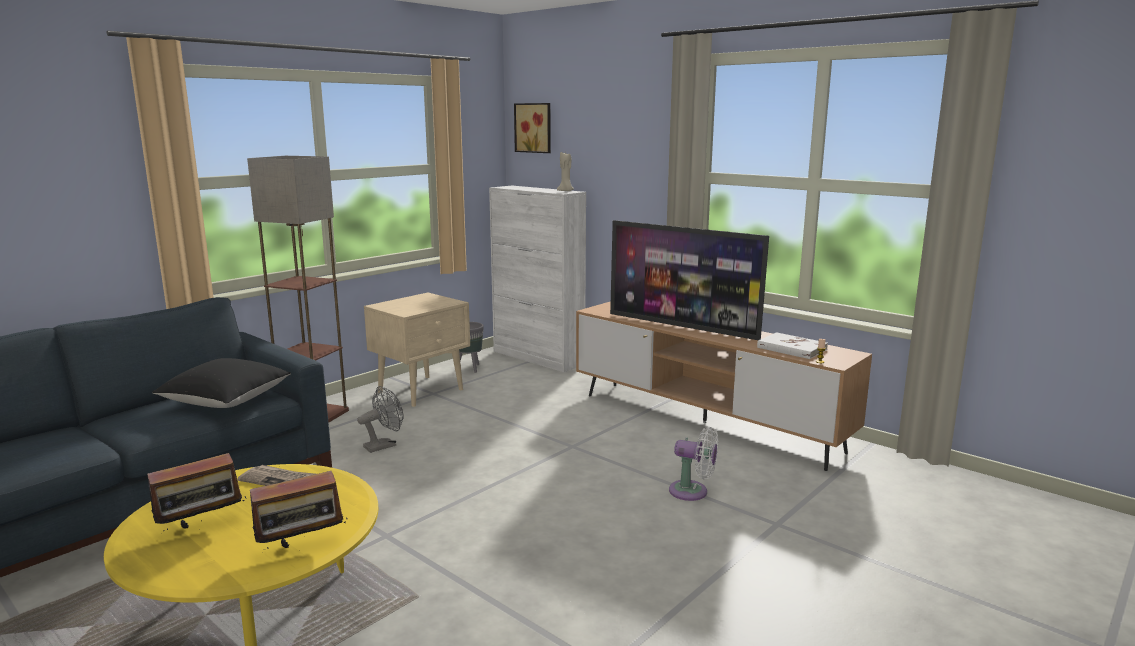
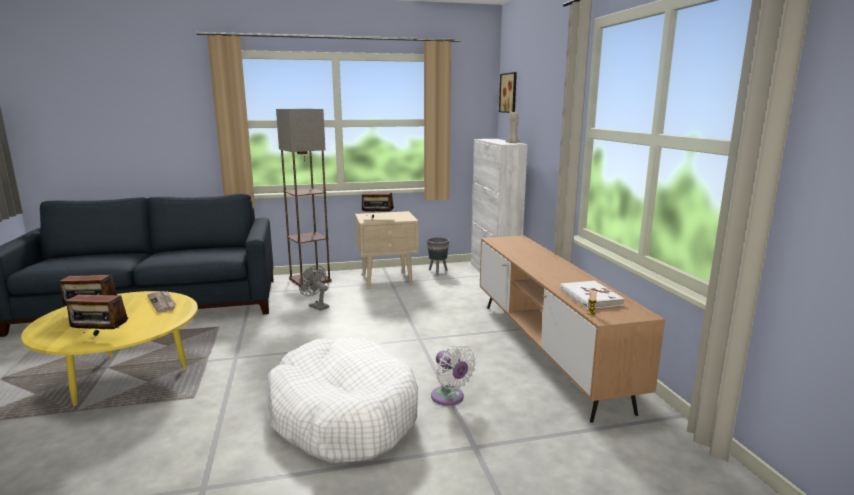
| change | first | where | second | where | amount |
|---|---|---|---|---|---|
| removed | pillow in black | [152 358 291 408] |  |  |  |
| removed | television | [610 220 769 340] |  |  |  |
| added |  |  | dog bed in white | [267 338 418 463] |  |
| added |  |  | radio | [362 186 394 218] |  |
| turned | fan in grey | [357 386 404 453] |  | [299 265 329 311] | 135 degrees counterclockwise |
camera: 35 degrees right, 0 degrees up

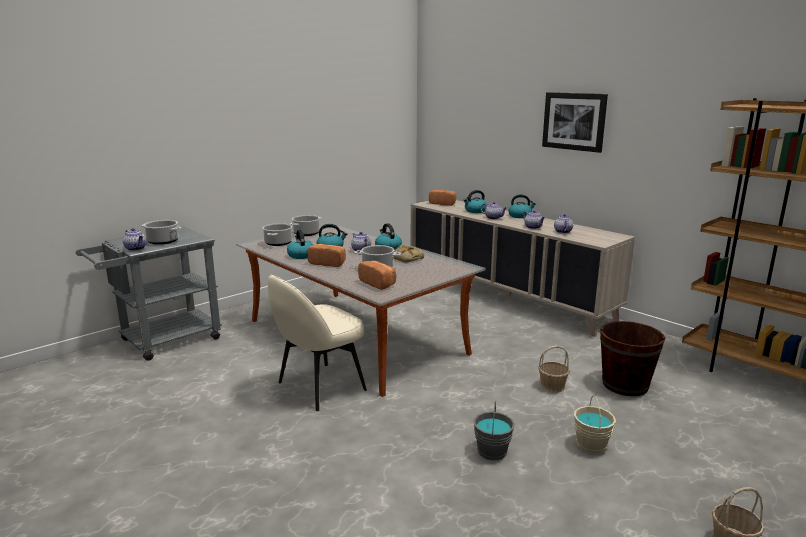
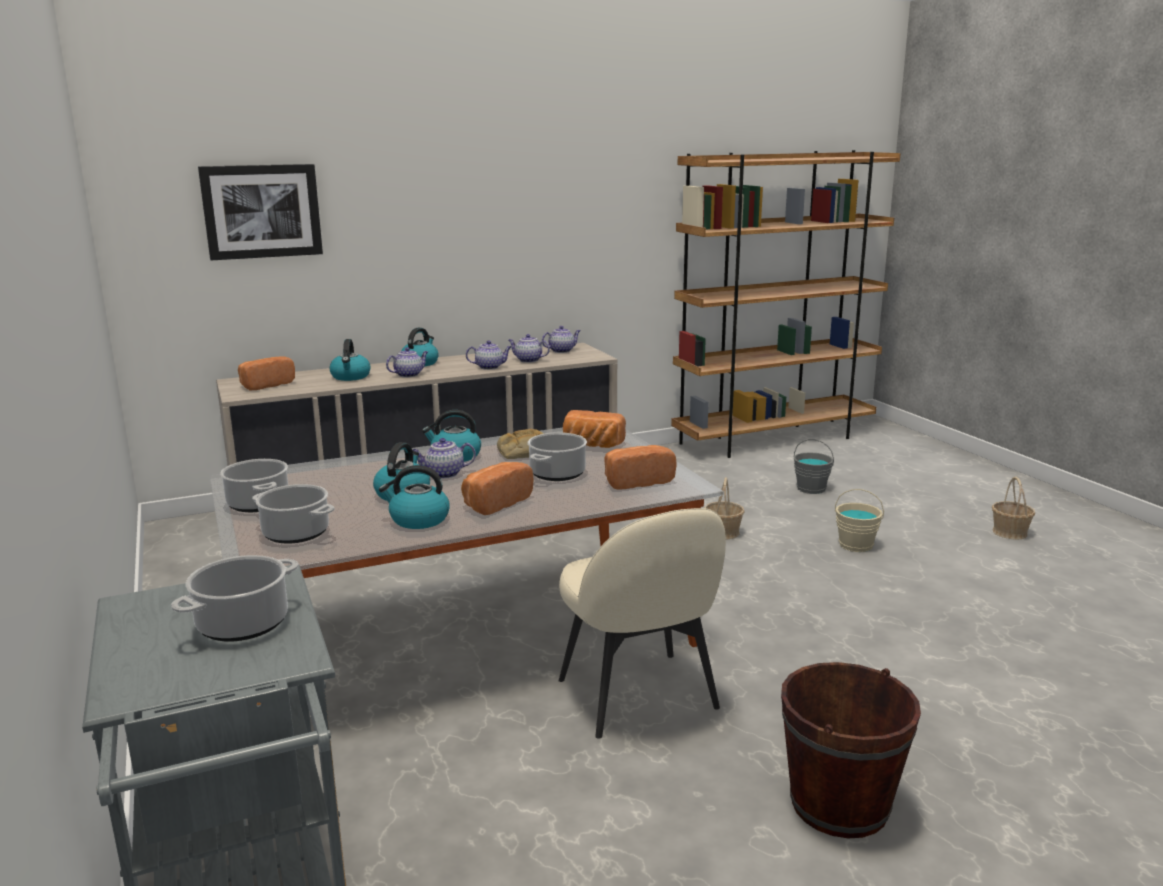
| change | first | where | second | where | amount |
|---|---|---|---|---|---|
| added |  |  | bread | [563 410 626 448] |  |
| moved | teapot | [123 228 147 251] |  | [542 326 580 353] |  |
| moved | bucket in grey | [474 401 515 460] |  | [794 439 834 494] |  |
| moved | picture | [542 92 608 153] |  | [198 164 323 260] |  |
| moved | bucket in brown | [600 321 665 396] |  | [781 662 921 838] |  |
camera: 70 degrees left, 0 degrees up

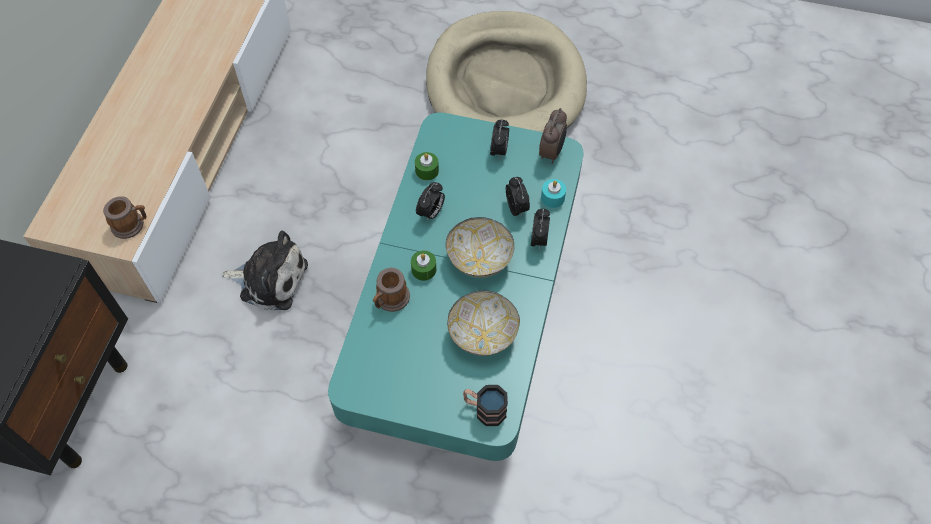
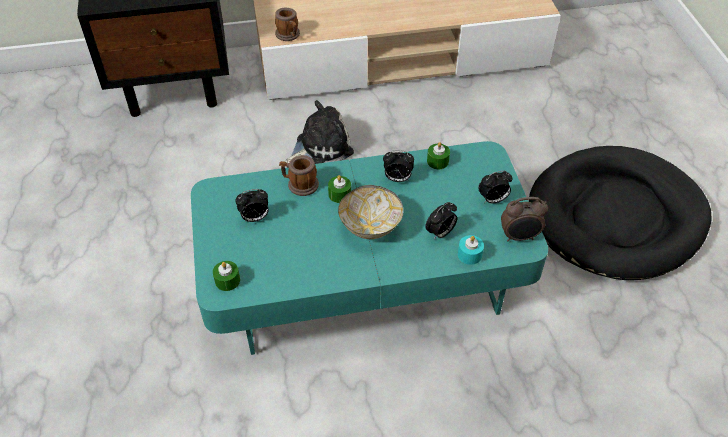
| change | first | where | second | where | amount |
|---|---|---|---|---|---|
| removed | bowl | [447 291 520 356] |  |  |  |
| moved | alarm clock | [531 209 550 250] |  | [235 189 268 222] |  |
| replaced | mug | [463 385 508 426] | candle in green | [213 261 240 291] |  |
| recoloured | dog bed in beige | [426 11 587 132] | dog bed in black | [529 146 712 280] |  |
| turned | plush toy | [221 230 308 310] |  | [285 100 354 164] | 105 degrees counterclockwise |
camera: 65 degrees right, 10 degrees down

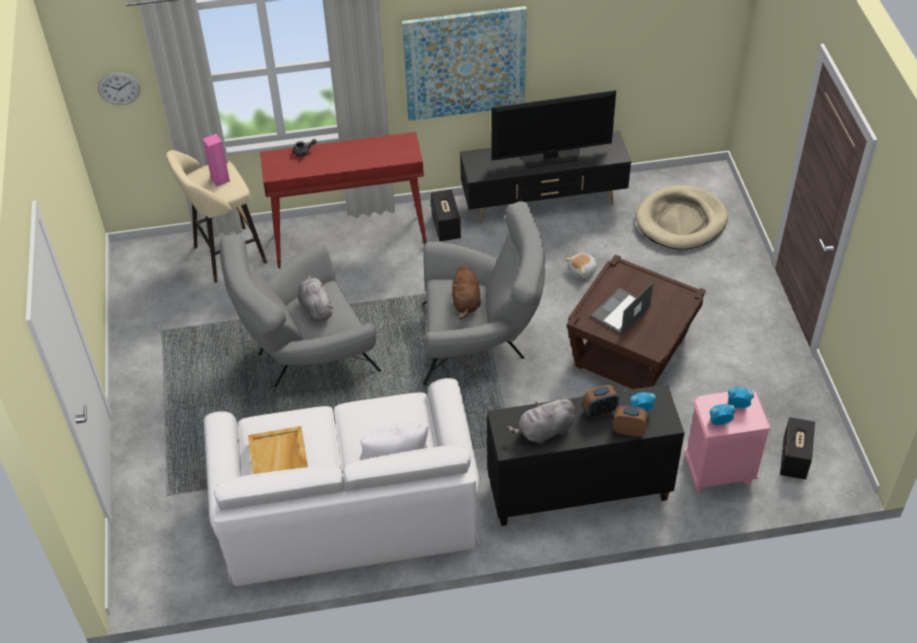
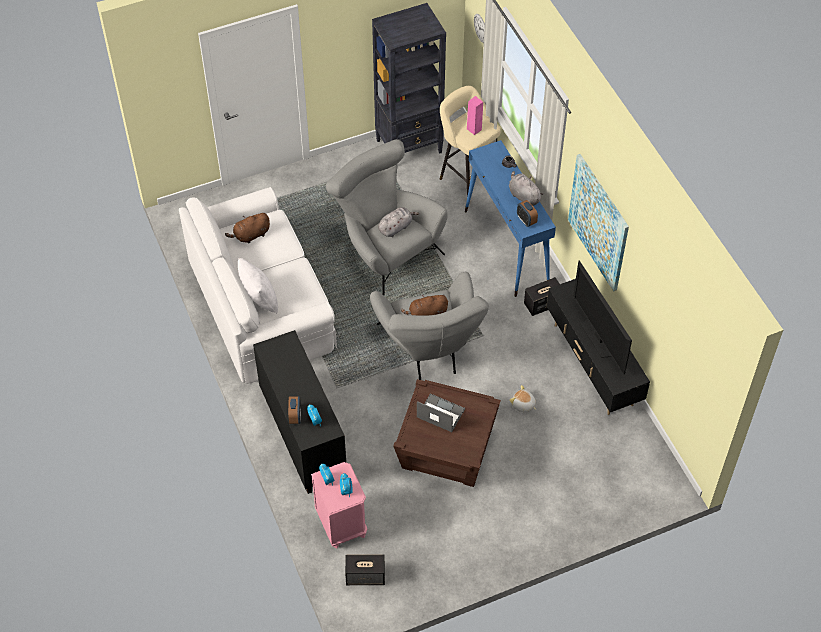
| change | first | where | second | where | amount |
|---|---|---|---|---|---|
| removed | dog bed in beige | [636 185 728 249] |  |  |  |
| added |  |  | bookcase in black | [372 3 446 154] |  |
| moved | plush toy in grey | [506 398 575 444] |  | [509 171 544 206] |  |
| moved | alarm clock | [583 385 619 419] |  | [517 200 538 227] |  |
| replaced | tray in beige | [248 426 308 474] | plush toy in brown | [225 212 270 244] |  |
| recoloured | console table in red | [260 132 427 269] | console table in blue | [465 140 556 297] |  |
camera: 75 degrees right, 5 degrees up

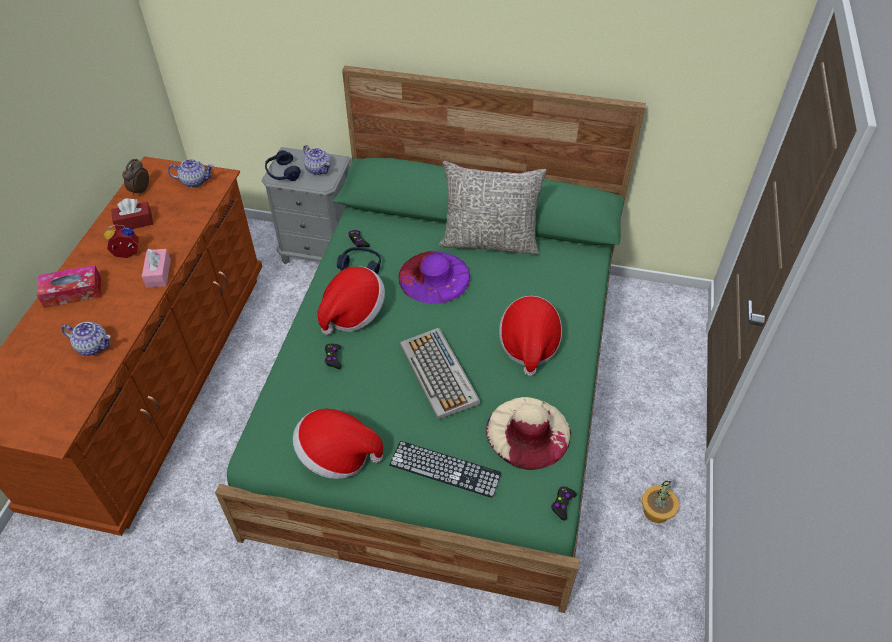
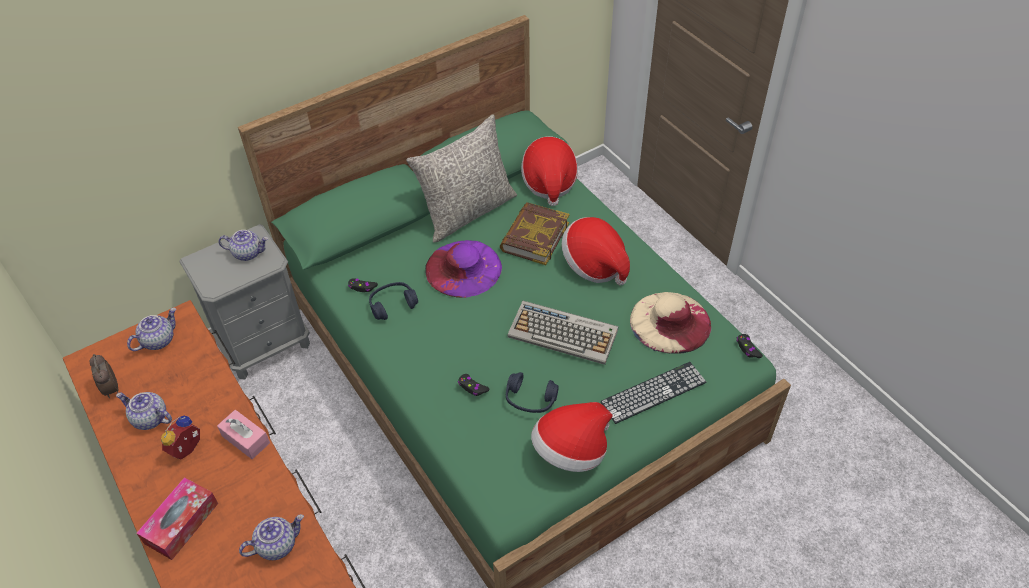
| change | first | where | second | where | amount |
|---|---|---|---|---|---|
| removed | potted plant | [642 480 679 523] |  |  |  |
| added |  |  | book | [499 202 569 265] |  |
| moved | headphones in blue | [265 150 300 181] |  | [506 372 559 413] |  |
| moved | hat | [317 267 385 335] |  | [521 136 578 206] |  |
| replaced | tissue box in red | [111 198 153 230] | teapot | [116 392 172 430] |  |
camera: 45 degrees left, 0 degrees up

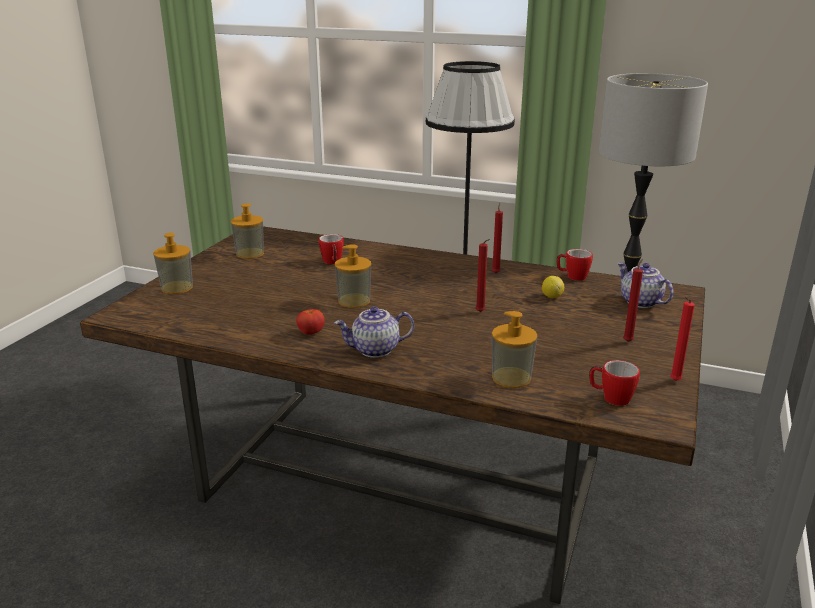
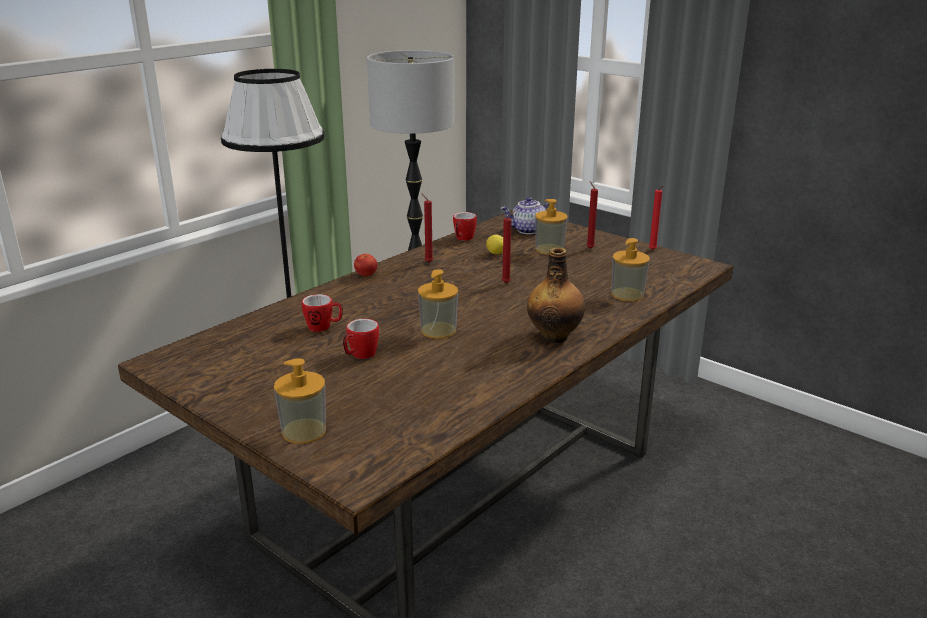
| change | first | where | second | where | amount |
|---|---|---|---|---|---|
| moved | soap dispenser | [231 203 264 259] |  | [535 199 568 255] |  |
| moved | tomato | [296 309 325 335] |  | [354 254 377 276] |  |
| moved | mug | [589 360 640 406] |  | [343 319 379 359] |  |
| replaced | teapot | [334 306 414 358] | bottle | [527 247 585 343] |  |
camera: 70 degrees left, 0 degrees up

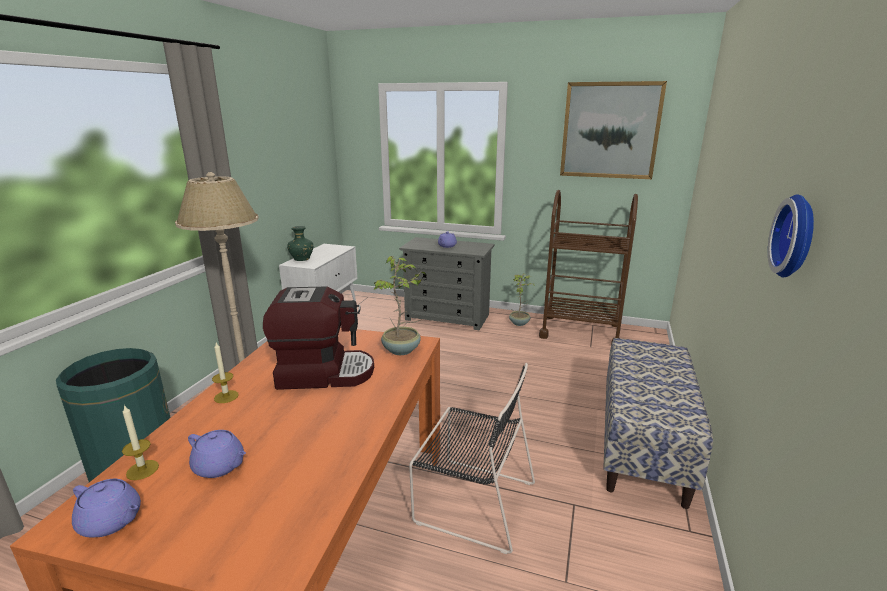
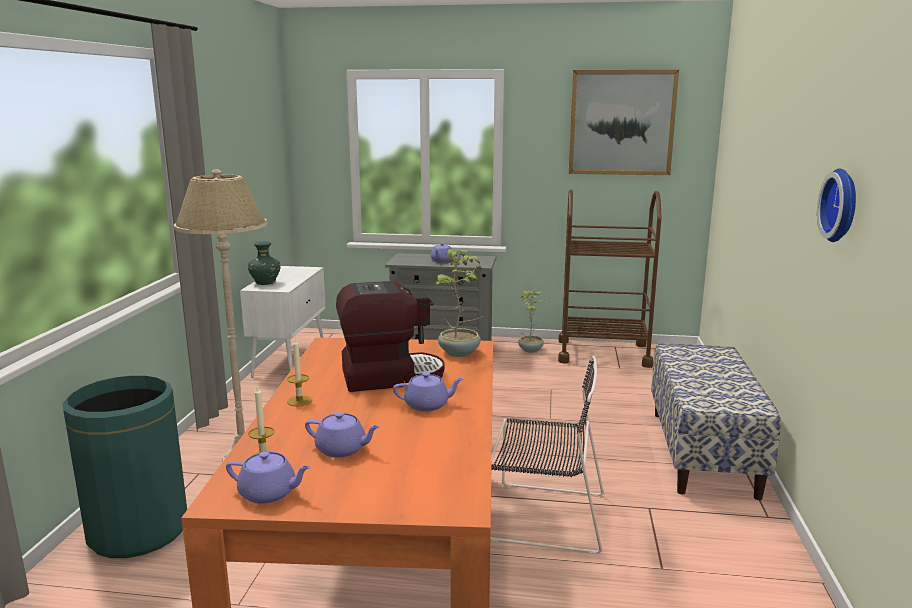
| change | first | where | second | where | amount |
|---|---|---|---|---|---|
| added |  |  | teapot in purple | [393 372 464 411] |  |
camera: 10 degrees left, 5 degrees down

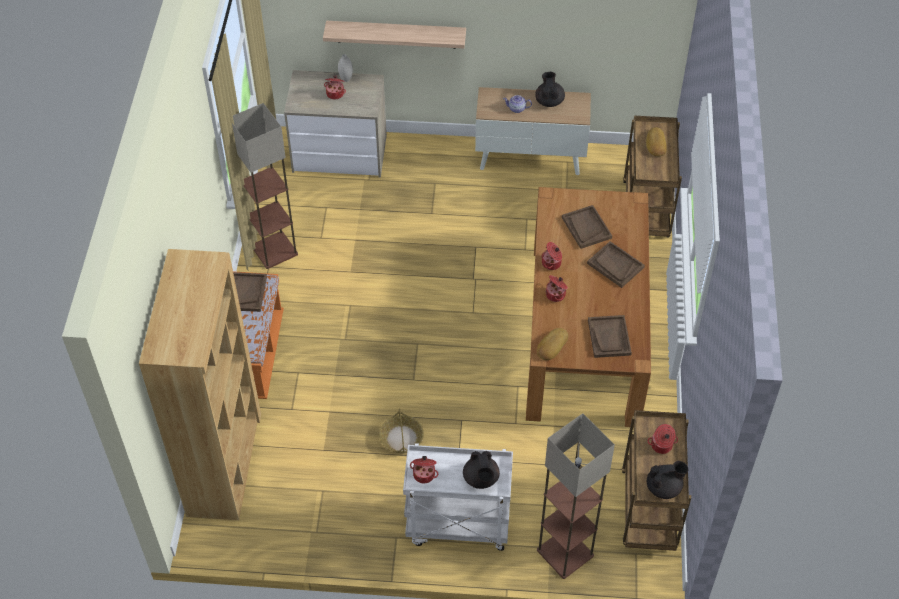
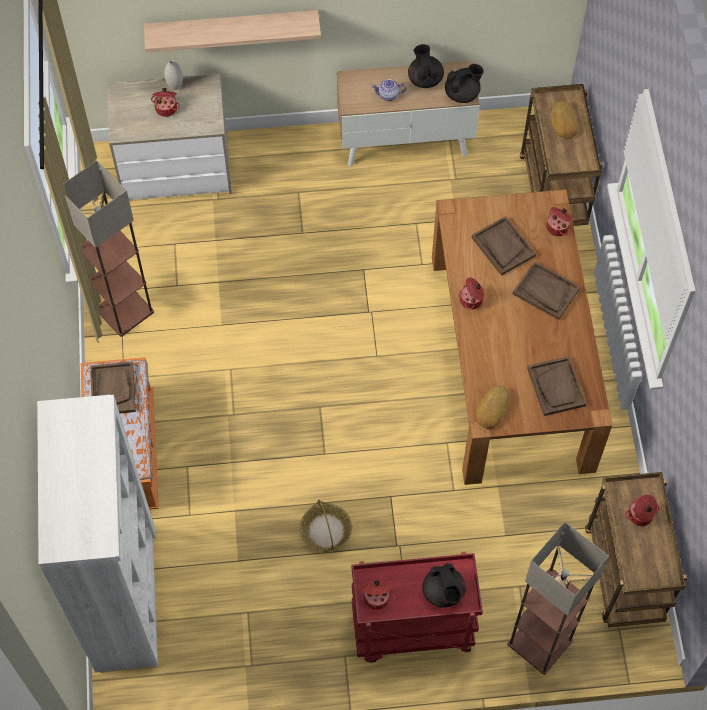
| change | first | where | second | where | amount |
|---|---|---|---|---|---|
| moved | cooking pot | [546 275 568 302] |  | [547 207 573 236] |  |
| moved | teapot in black | [647 461 688 499] |  | [445 64 484 103] |  |
| recoloured | bookcase in brown | [139 249 261 520] | bookcase in white | [37 395 158 672] |  |
| recoloured | cart in white | [403 443 513 551] | cart in red | [352 552 483 662] |  |
camera: 10 degrees left, 10 degrees up

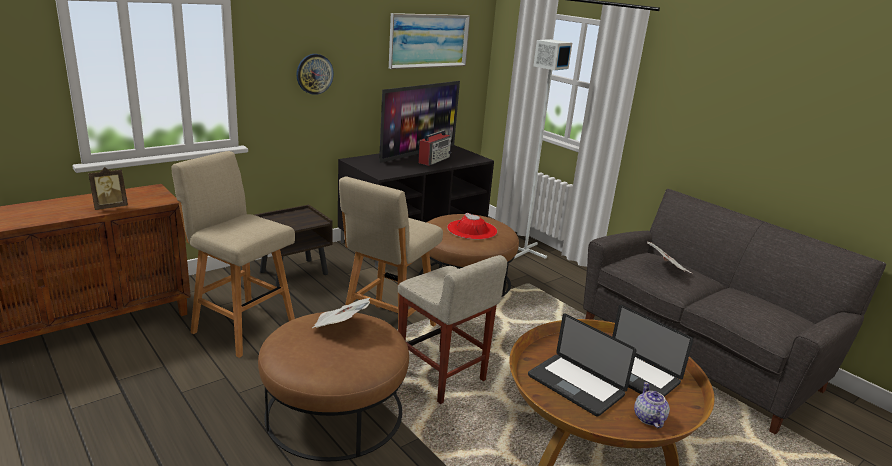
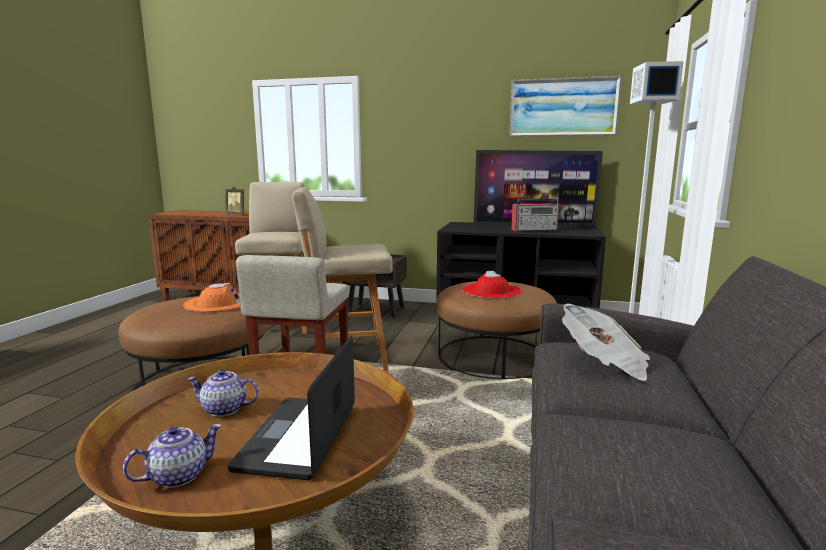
| change | first | where | second | where | amount |
|---|---|---|---|---|---|
| removed | wall clock | [296 54 334 95] |  |  |  |
| replaced | newspaper | [312 298 370 328] | hat in orange | [183 283 240 312] |  |
| replaced | laptop | [528 314 636 416] | teapot | [187 369 259 417] |  |
camera: 55 degrees right, 10 degrees down

